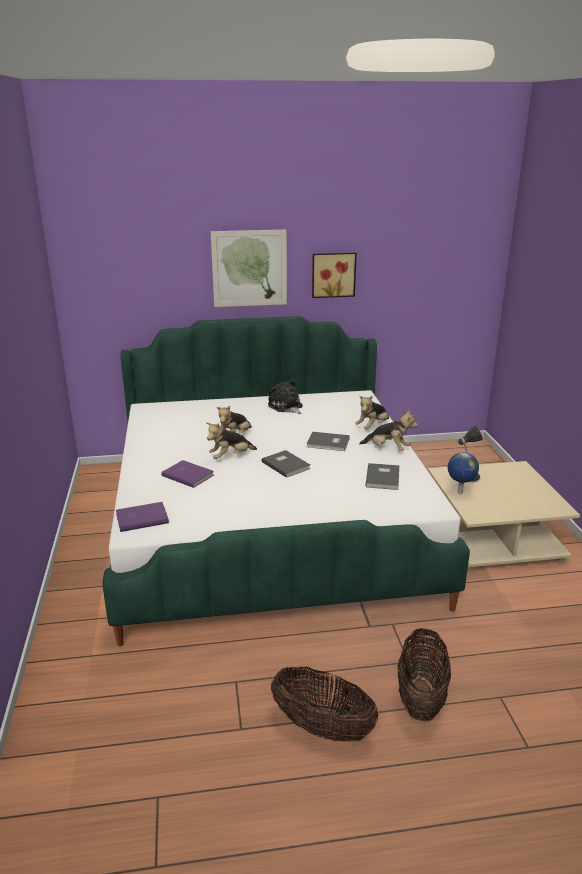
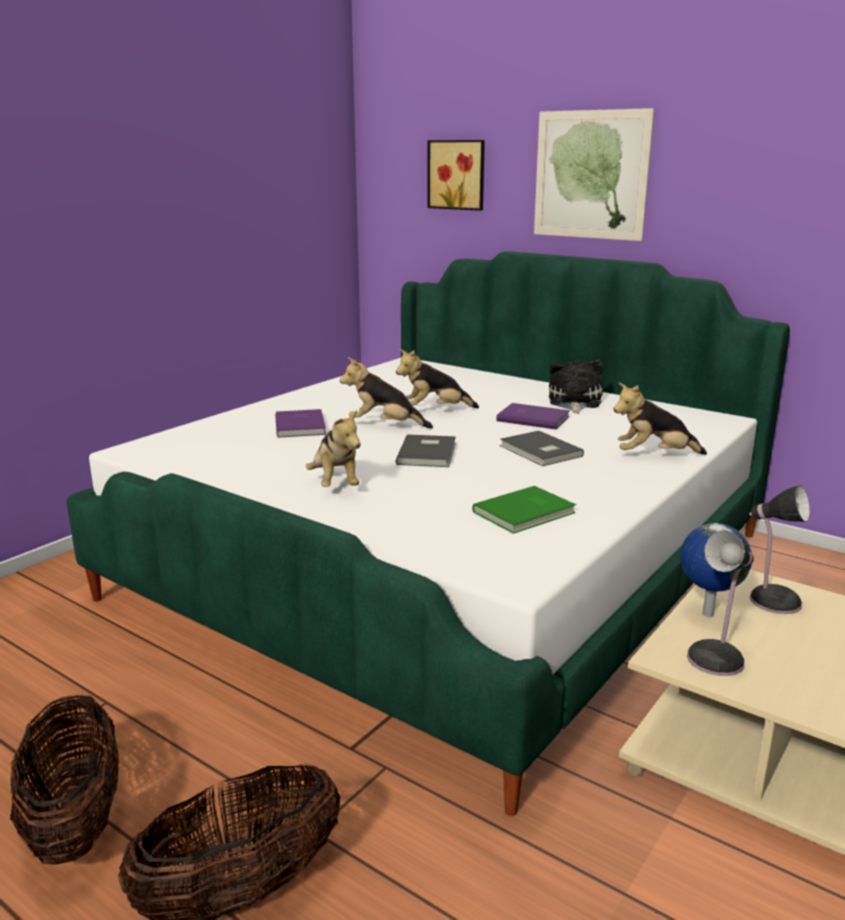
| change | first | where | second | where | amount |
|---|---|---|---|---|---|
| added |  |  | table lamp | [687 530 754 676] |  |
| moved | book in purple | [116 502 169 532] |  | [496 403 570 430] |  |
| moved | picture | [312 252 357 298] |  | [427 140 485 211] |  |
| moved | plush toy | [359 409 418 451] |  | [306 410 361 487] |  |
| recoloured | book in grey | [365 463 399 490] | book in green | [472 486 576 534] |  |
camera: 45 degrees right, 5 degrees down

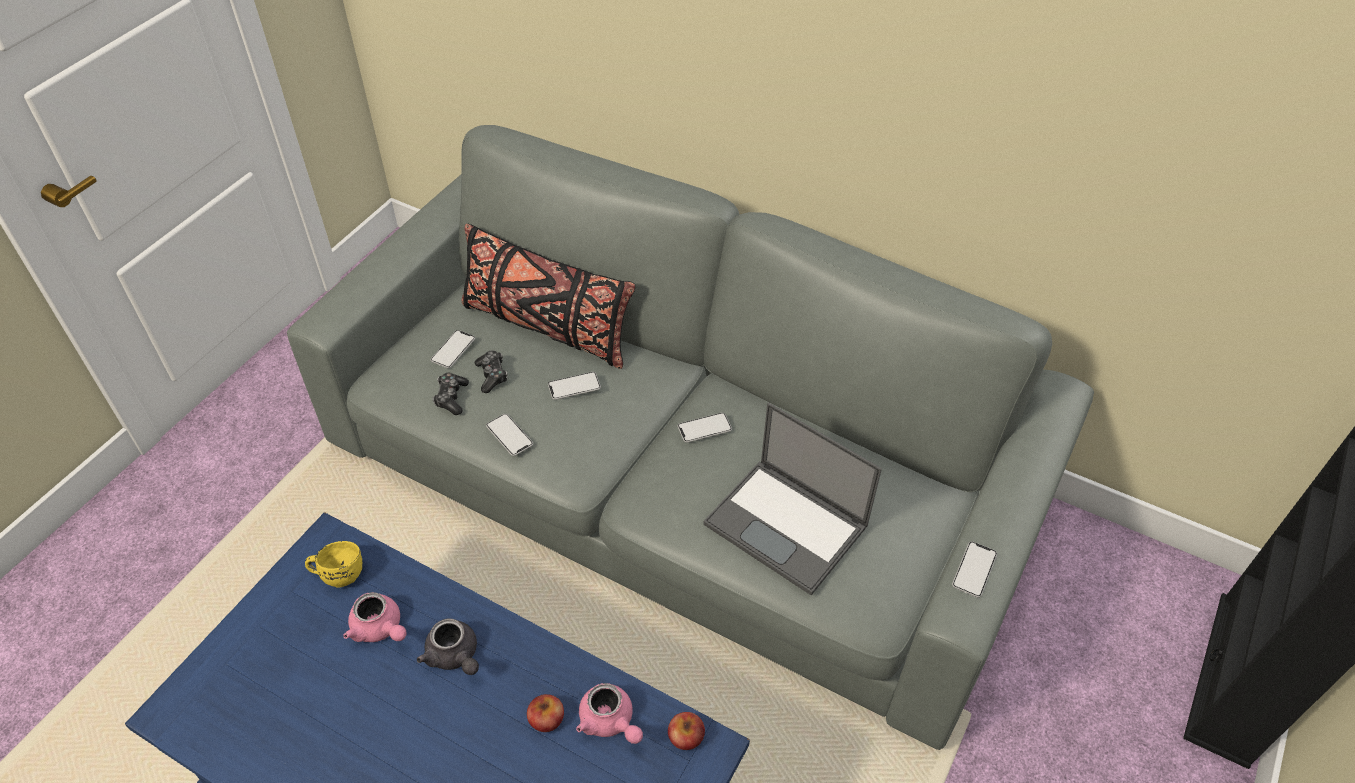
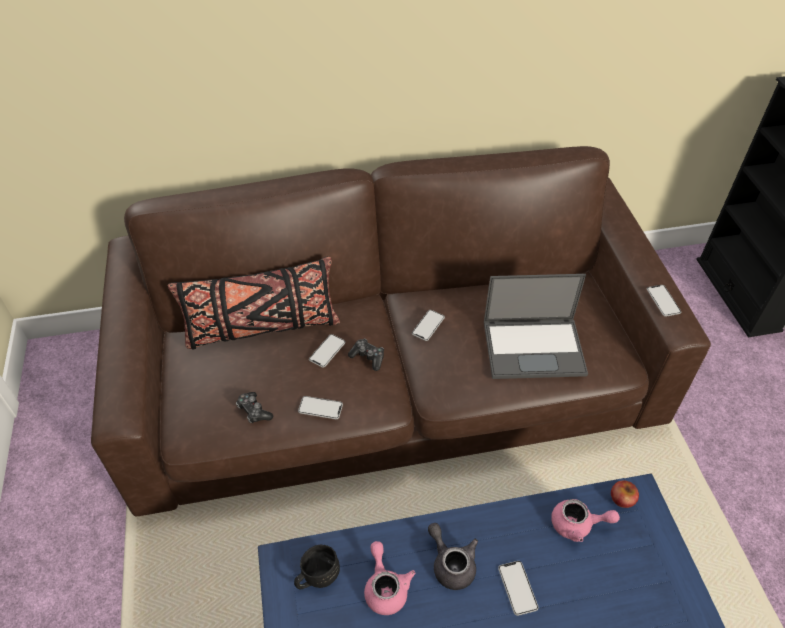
| change | first | where | second | where | amount |
|---|---|---|---|---|---|
| removed | apple | [527 694 564 732] |  |  |  |
| moved | phone | [430 330 475 368] |  | [498 561 539 616] |  |
| moved | game controller | [475 350 507 393] |  | [348 339 384 371] |  |
| recoloured | sofa in grey | [287 125 1094 750] | sofa in brown | [91 146 711 517] |  |
| recoloured | mug in yellow | [305 541 362 588] | mug in black | [294 544 340 589] |  |
| turned | teapot in pink | [343 592 407 642] |  | [364 541 415 615] | 105 degrees counterclockwise |
| turned | teapot in grey | [417 619 479 675] |  | [428 523 478 590] | 135 degrees counterclockwise |
camera: 40 degrees left, 0 degrees up

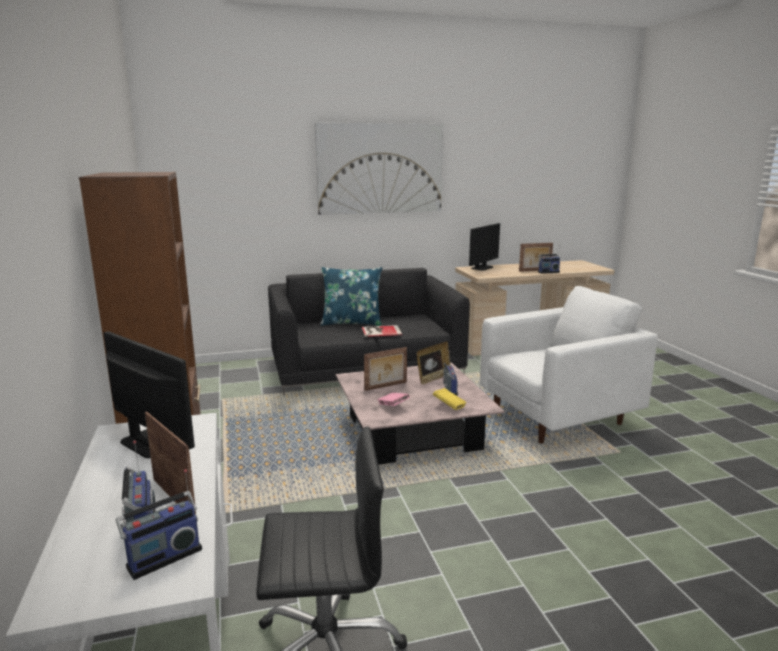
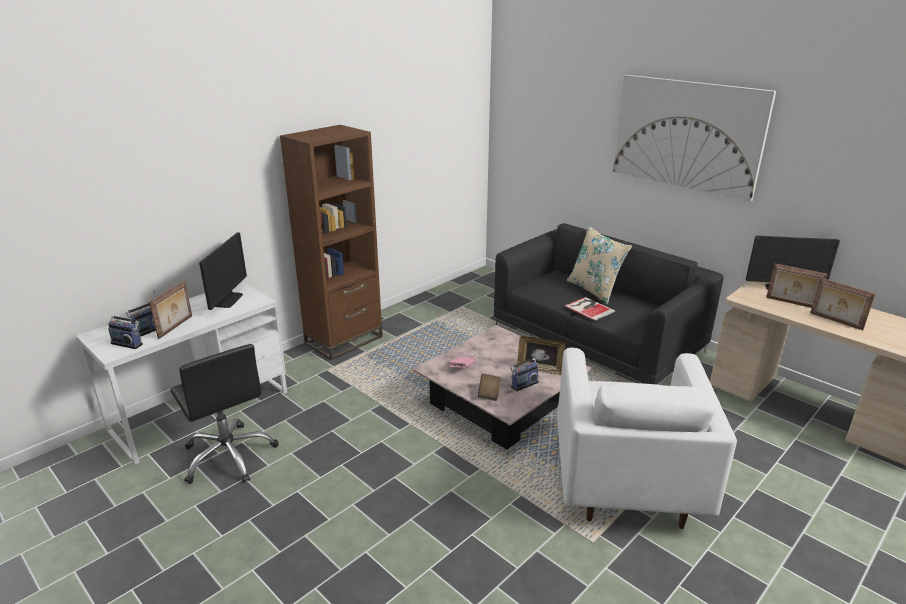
| change | first | where | second | where | amount |
|---|---|---|---|---|---|
| removed | radio | [538 245 560 274] |  |  |  |
| moved | picture frame | [364 347 407 391] |  | [766 263 828 308] |  |
| recoloured | pillow in blue | [320 267 382 326] | pillow in beige | [567 226 632 305] |  |
| recoloured | book in yellow | [433 388 467 410] | book in brown | [478 374 501 401] |  |
| turned | armchair in white | [480 286 658 444] |  | [557 348 737 529] | 60 degrees clockwise |
camera: 60 degrees right, 10 degrees up

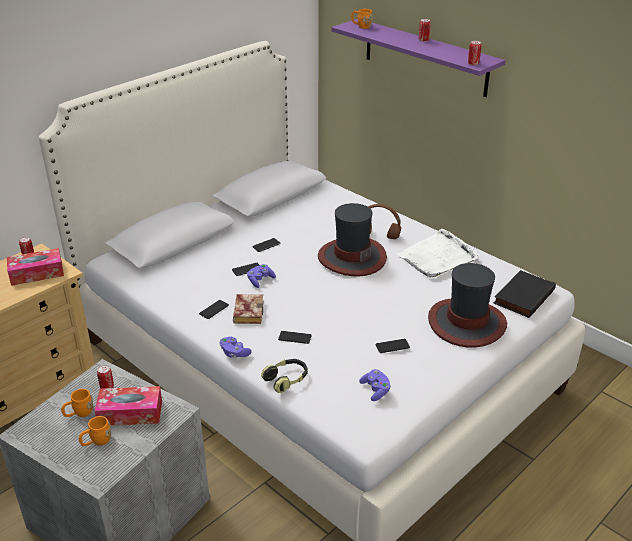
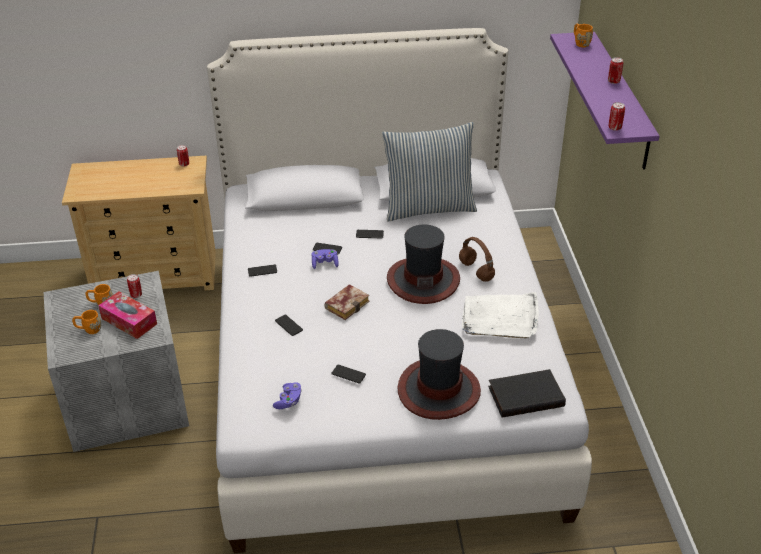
| change | first | where | second | where | amount |
|---|---|---|---|---|---|
| removed | tissue box | [7 248 64 286] |  |  |  |
| removed | game controller in purple | [220 337 252 358] |  |  |  |
| removed | headphones | [261 359 308 393] |  |  |  |
| added |  |  | pillow | [382 122 477 221] |  |
| moved | book | [233 294 263 324] |  | [325 284 369 320] |  |
camera: 40 degrees right, 5 degrees up

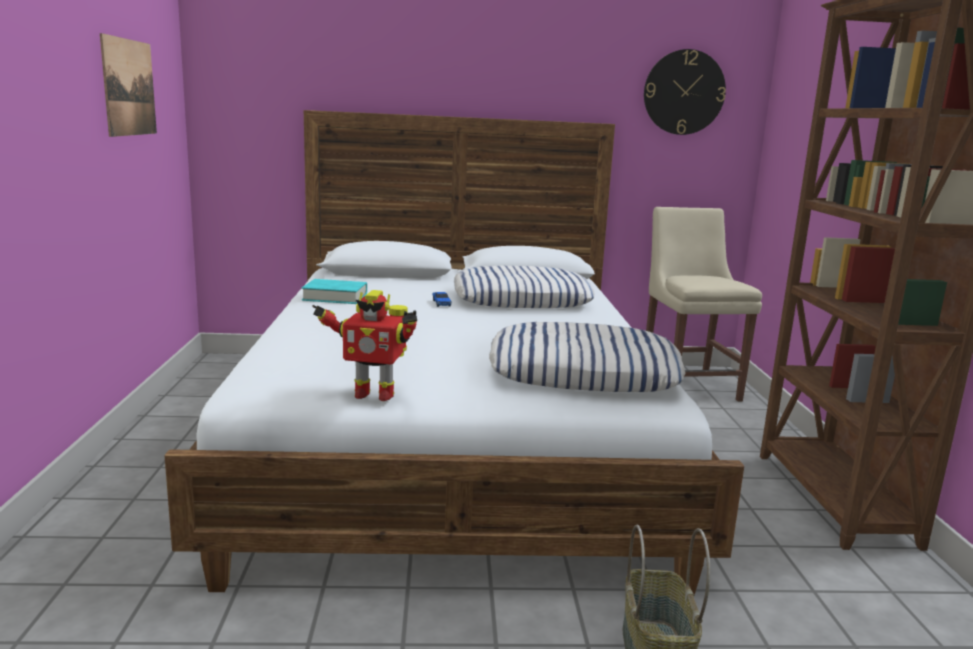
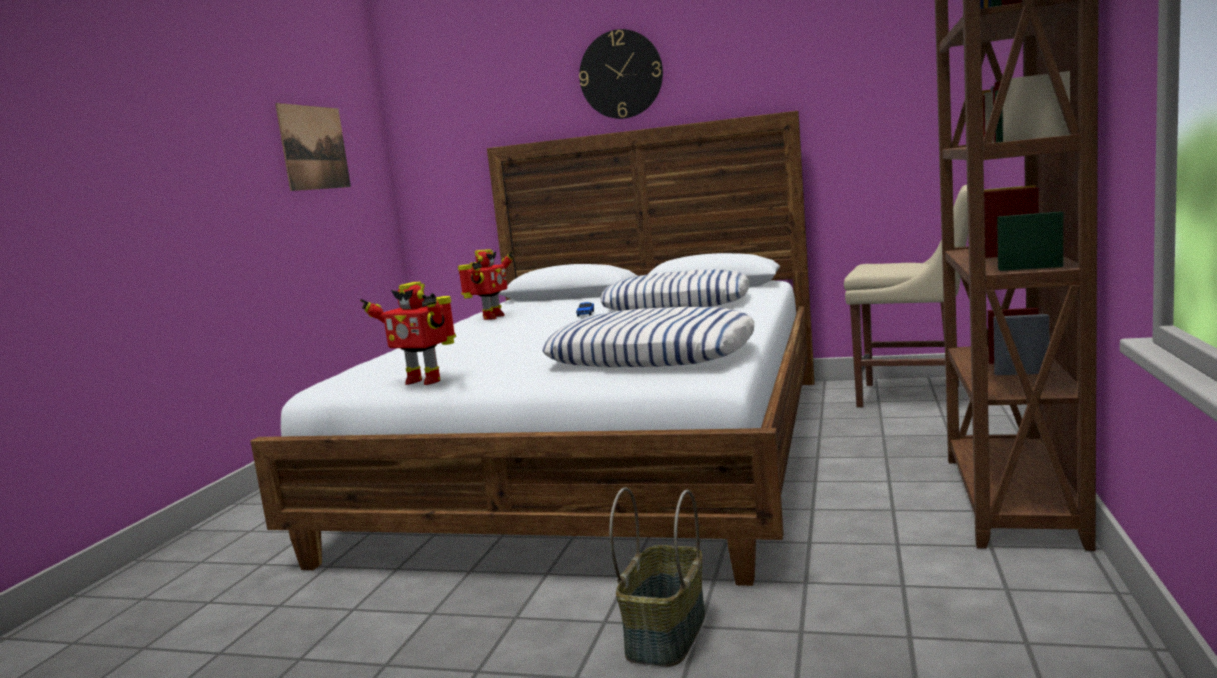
| change | first | where | second | where | amount |
|---|---|---|---|---|---|
| moved | wall clock | [644 49 726 135] |  | [579 29 663 119] |  |
| replaced | book in turquoise | [302 279 367 304] | toy robot | [458 249 514 320] |  |
| turned | chair in beige | [646 207 762 401] |  | [844 185 968 408] | 105 degrees clockwise |
camera: 20 degrees right, 5 degrees down

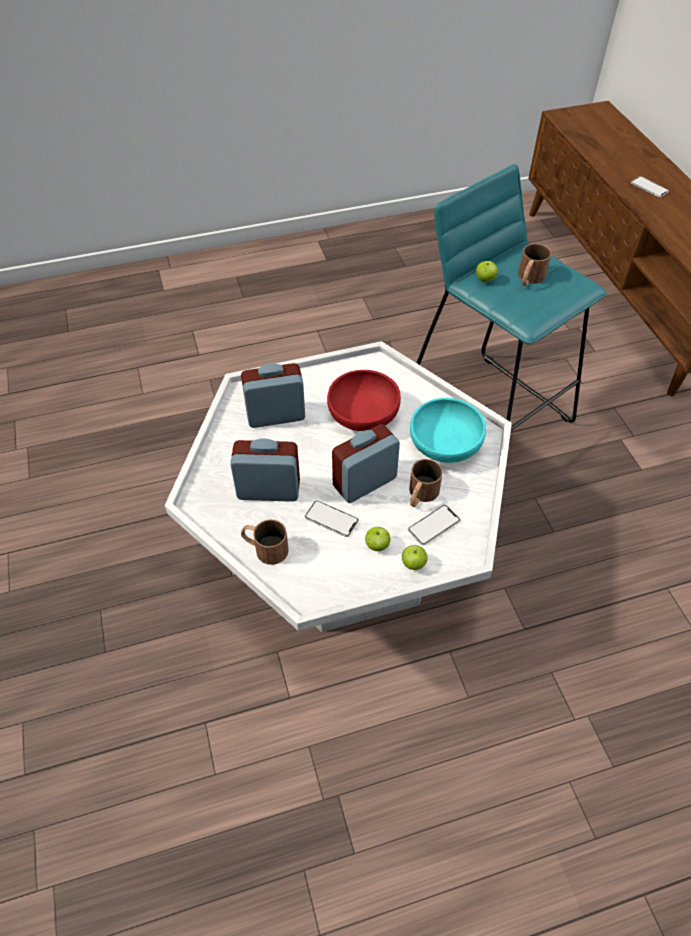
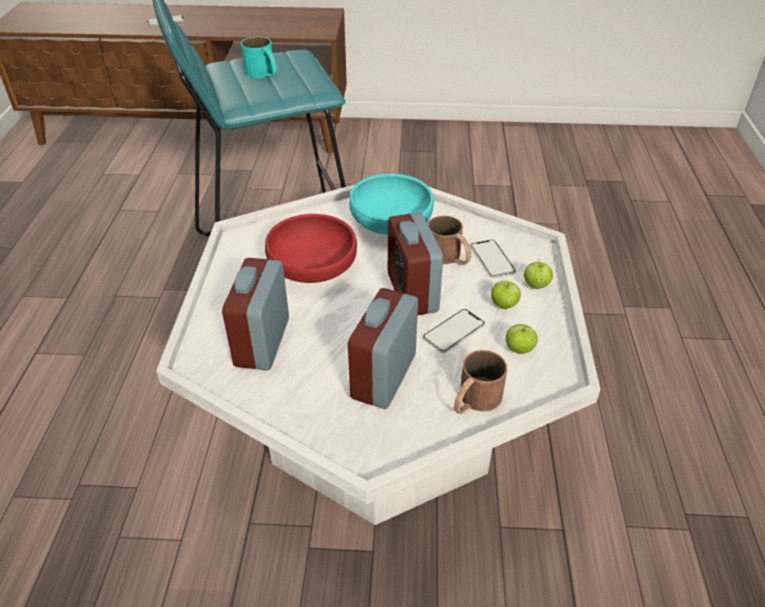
| change | first | where | second | where | amount |
|---|---|---|---|---|---|
| moved | apple | [476 261 498 282] |  | [505 324 538 354] |  |
| recoloured | mug in brown | [518 244 551 286] | mug in turquoise | [241 37 277 78] |  |
camera: 70 degrees left, 10 degrees down

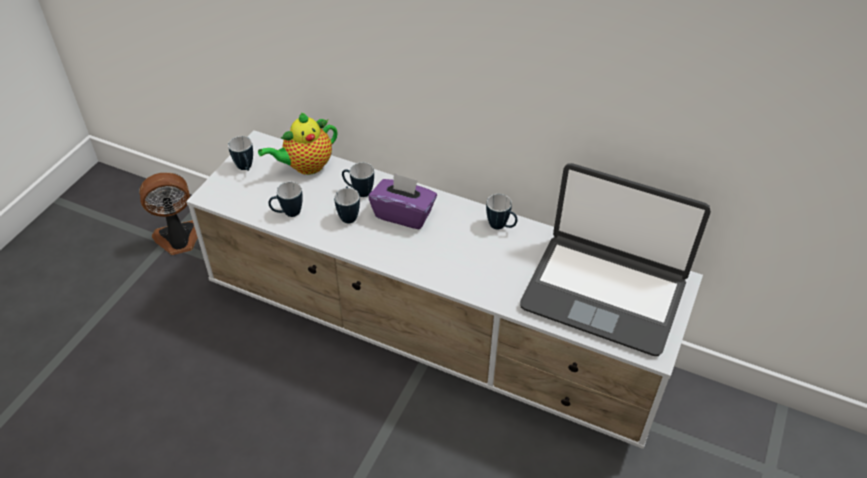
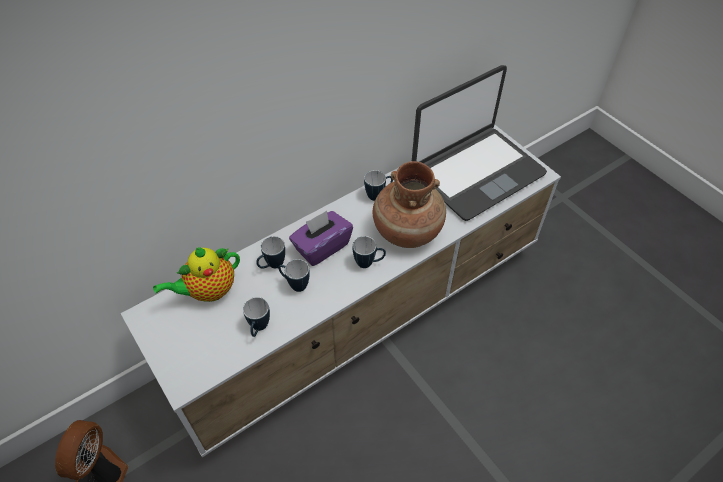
| change | first | where | second | where | amount |
|---|---|---|---|---|---|
| added |  |  | vase in brown | [373 161 446 248] |  |
| moved | mug | [228 136 253 171] |  | [352 236 386 268] |  |
| turned | teapot | [258 112 337 175] |  | [153 247 240 302] | 60 degrees clockwise |
camera: 60 degrees left, 5 degrees up

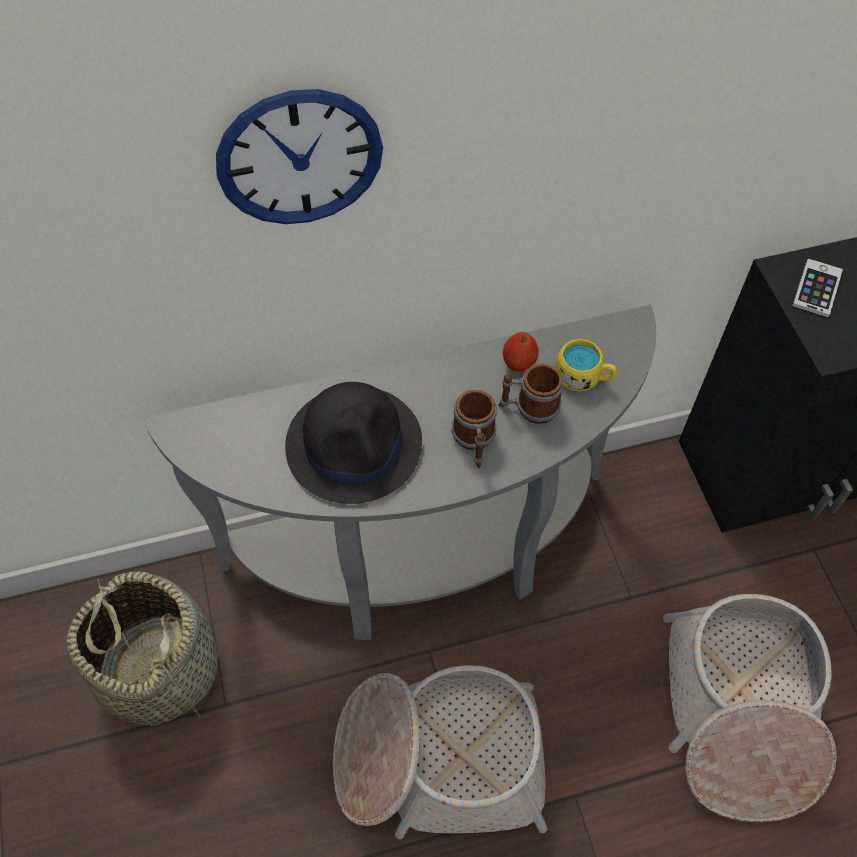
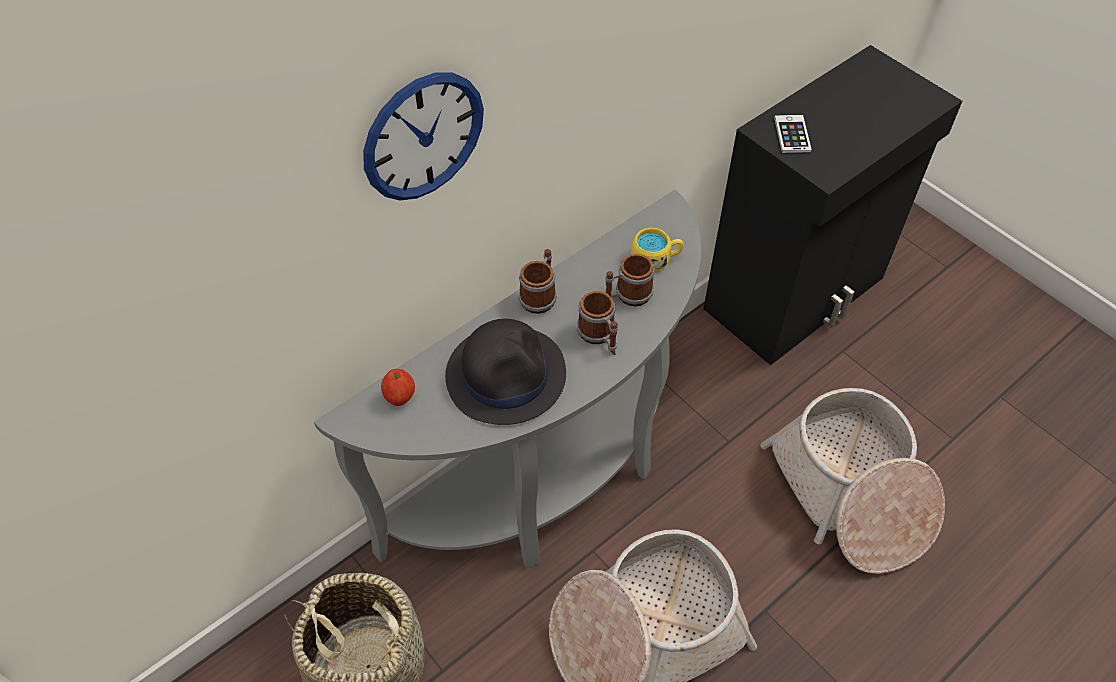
| change | first | where | second | where | amount |
|---|---|---|---|---|---|
| added |  |  | mug | [519 249 557 314] |  |
| moved | apple | [503 332 539 372] |  | [381 369 415 406] |  |
camera: 25 degrees left, 5 degrees down

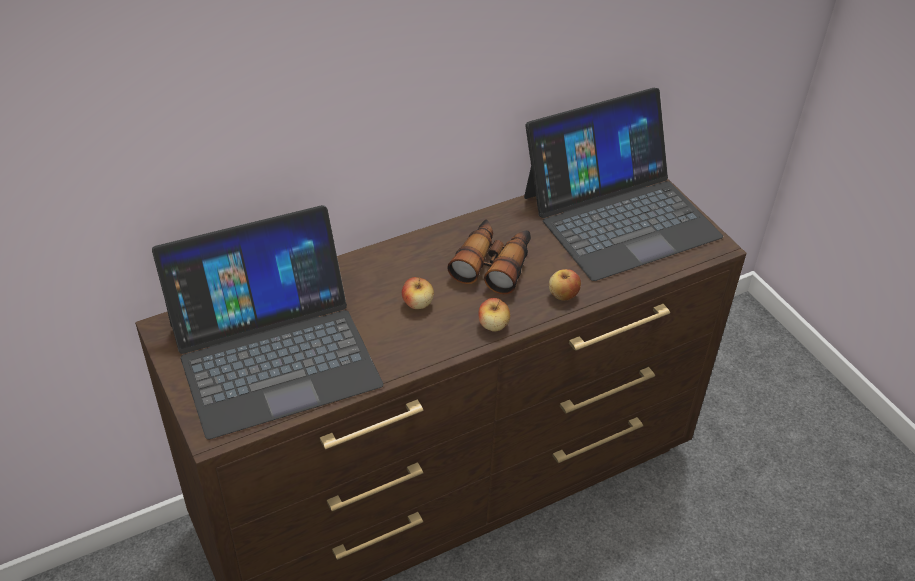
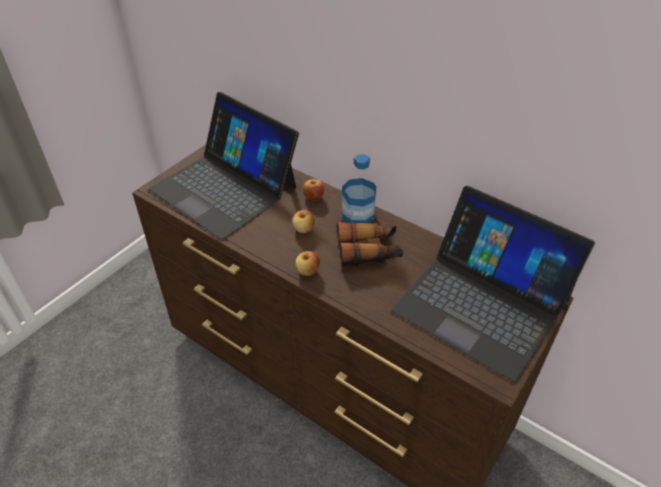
| change | first | where | second | where | amount |
|---|---|---|---|---|---|
| added |  |  | bottle | [342 154 376 223] |  |
| moved | apple | [549 269 581 300] |  | [303 179 324 201] |  |
camera: 65 degrees right, 0 degrees up

